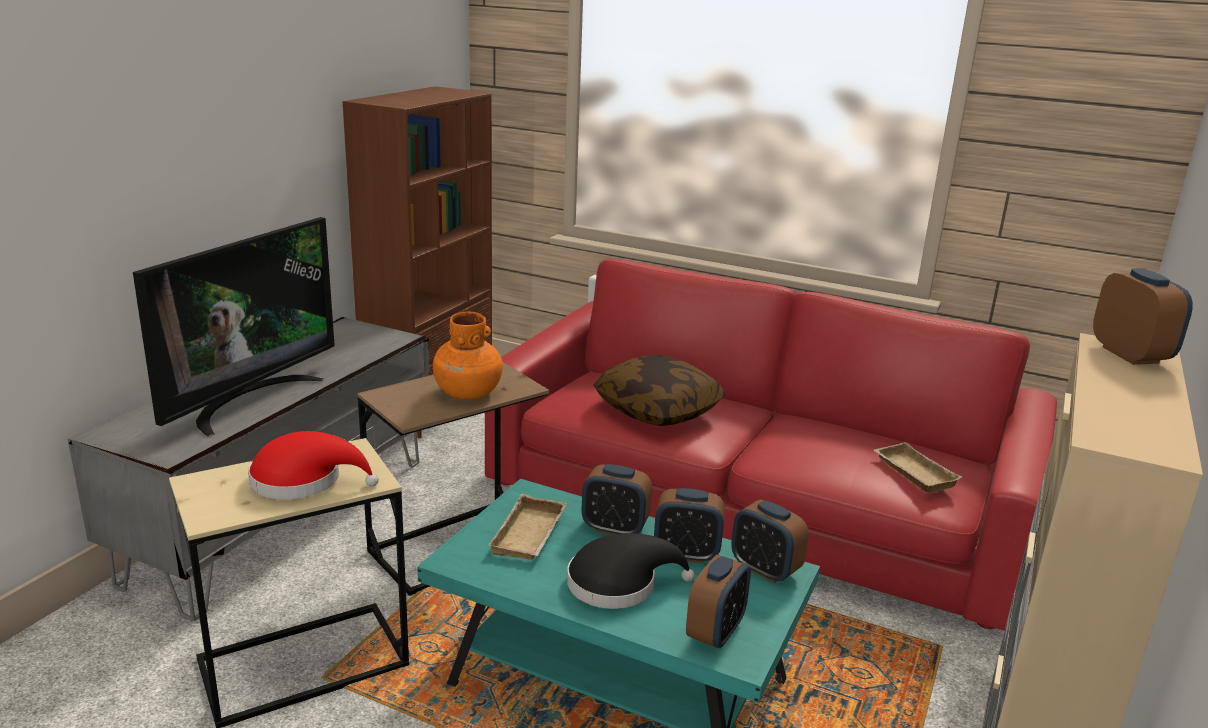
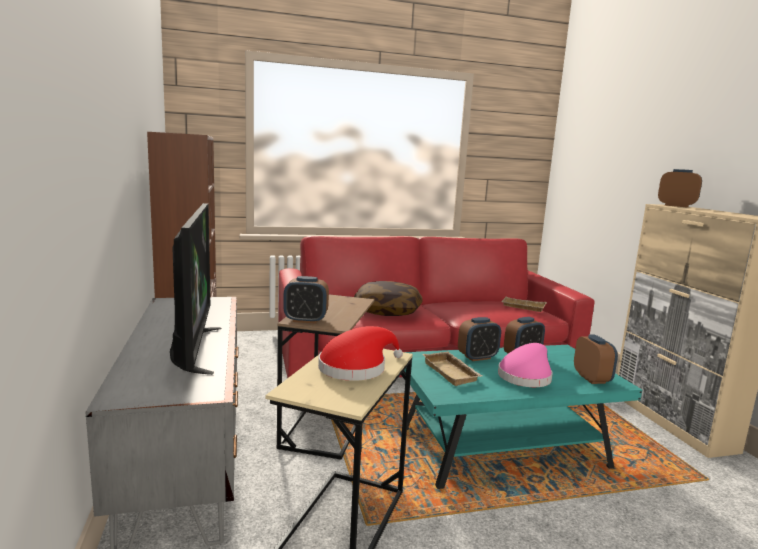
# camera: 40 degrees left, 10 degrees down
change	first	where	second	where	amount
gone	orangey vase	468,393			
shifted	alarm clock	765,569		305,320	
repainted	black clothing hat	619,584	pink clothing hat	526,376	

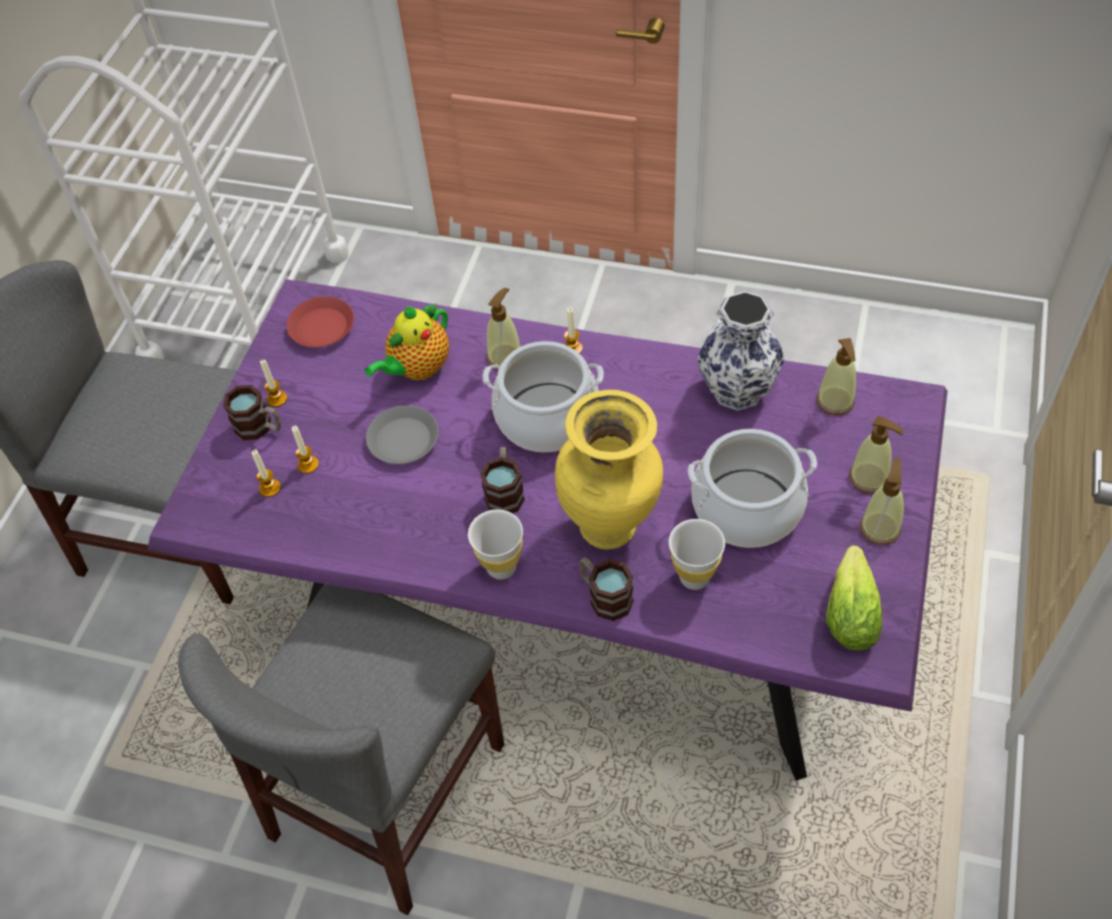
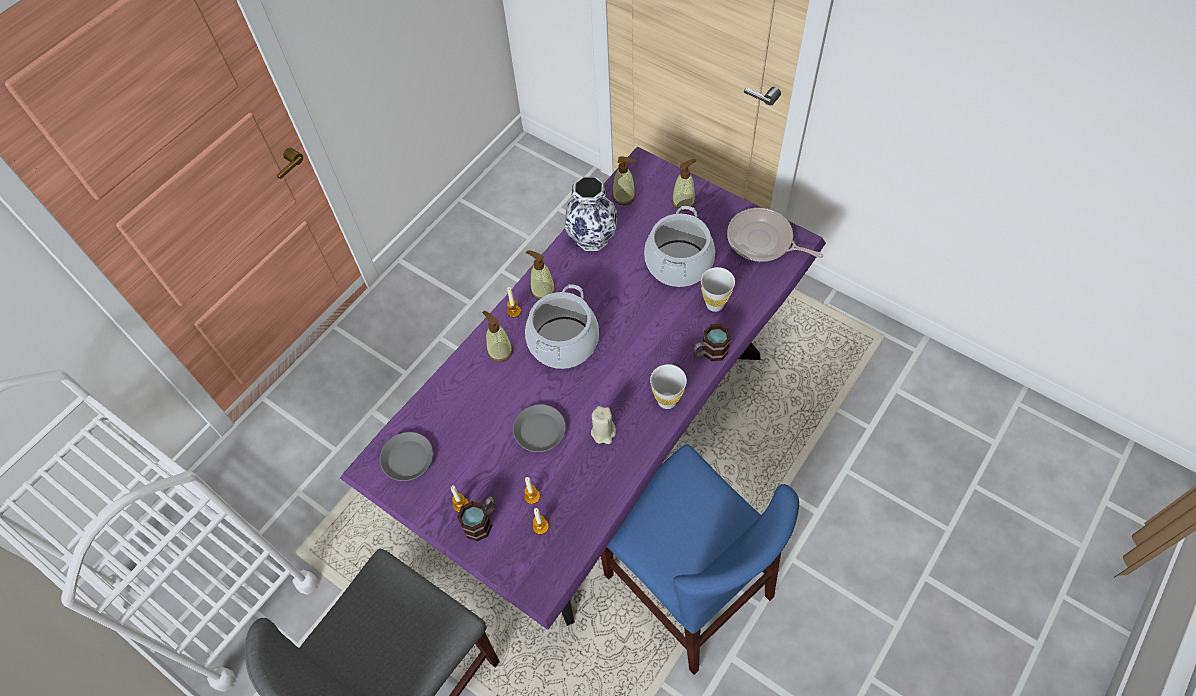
# camera: 70 degrees left, 5 degrees up
change	first	where	second	where	amount
repainted	red dinner plate	321,327	gray dinner plate	407,459	
gone	tea pot	417,369			
gone	yellow-coloured vase	611,528			
gone	coffee mug	505,492			
shifted	soap bottle	880,528		543,290	
swapped	head of lettuce	851,608	skillet	763,241	
repainted	gray plain chair	389,790	bluish plain chair	687,585	
new			sand-coloured wax candle	603,432	

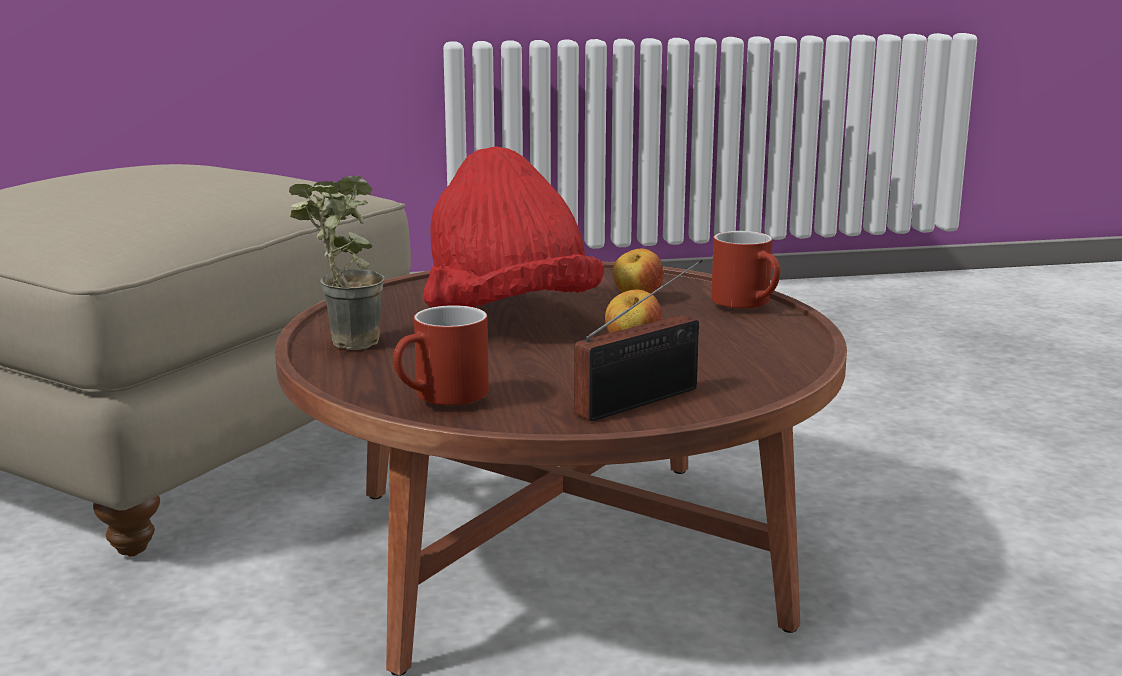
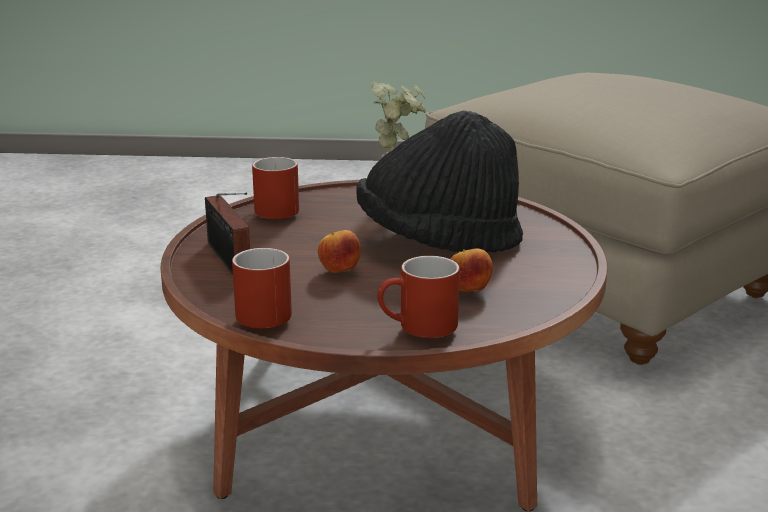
# camera: 105 degrees right, 5 degrees up
change	first	where	second	where	amount
repainted	red clothing hat	508,317	black clothing hat	439,242	
new			red coffee mug	262,311	

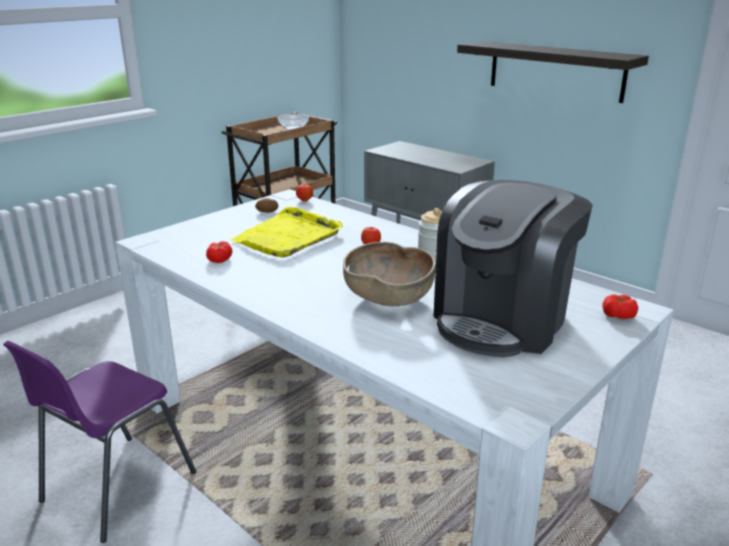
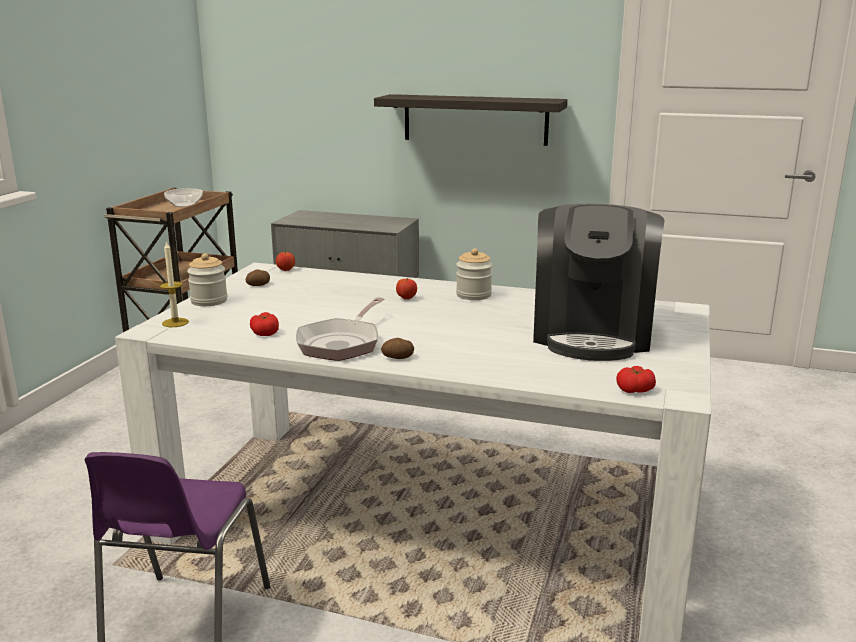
# camera: 25 degrees left, 5 degrees down
change	first	where	second	where	amount
gone	yellow-coloured serving tray	288,236			
gone	brownish bowl	389,298			
shifted	tomato	618,315		635,390	
new			wax candle	175,322	
new			jar	209,301	
new			skillet	342,343	
new			spud	398,358	

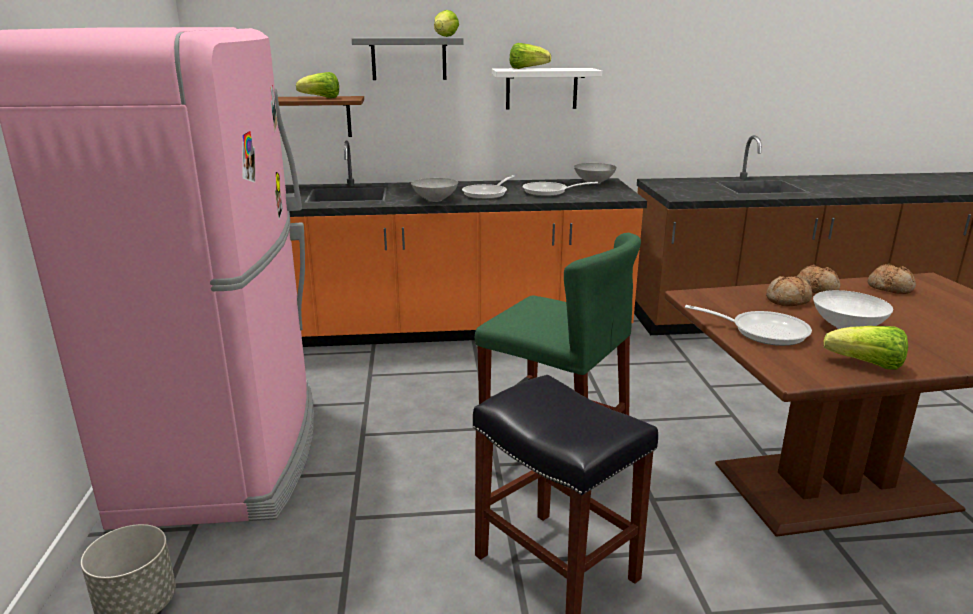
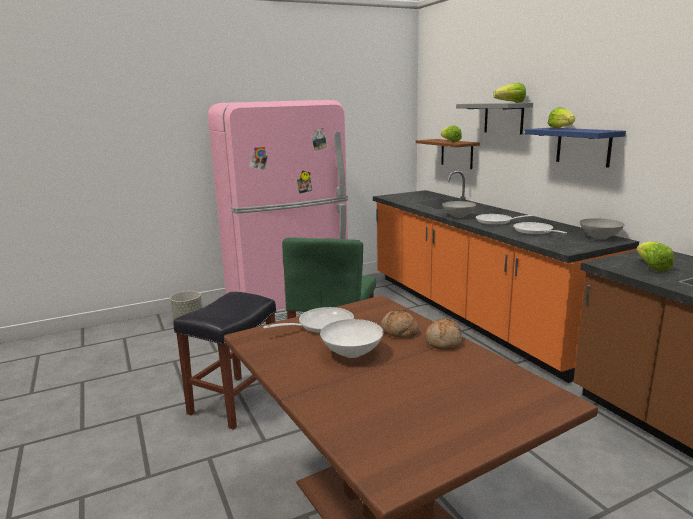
# camera: 70 degrees right, 5 degrees down
change	first	where	second	where	amount
repainted	white shelf	541,88	bluish shelf	583,146	
gone	bread	890,288			
rotated	skillet	762,331		320,325	120 degrees counterclockwise
shifted	head of lettuce	866,364		651,267	

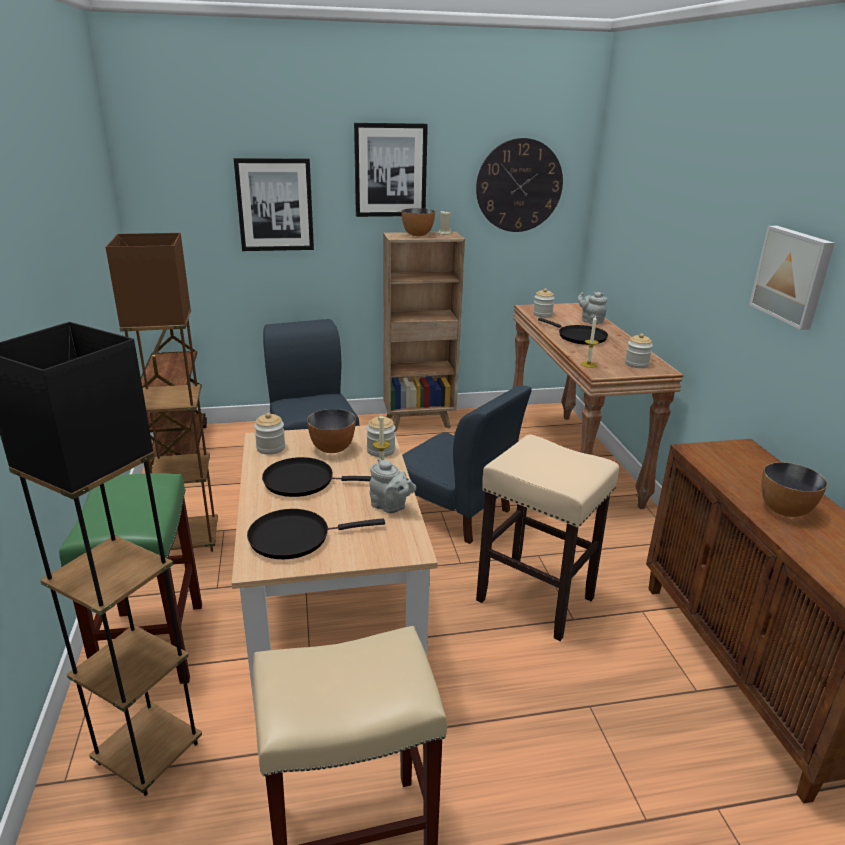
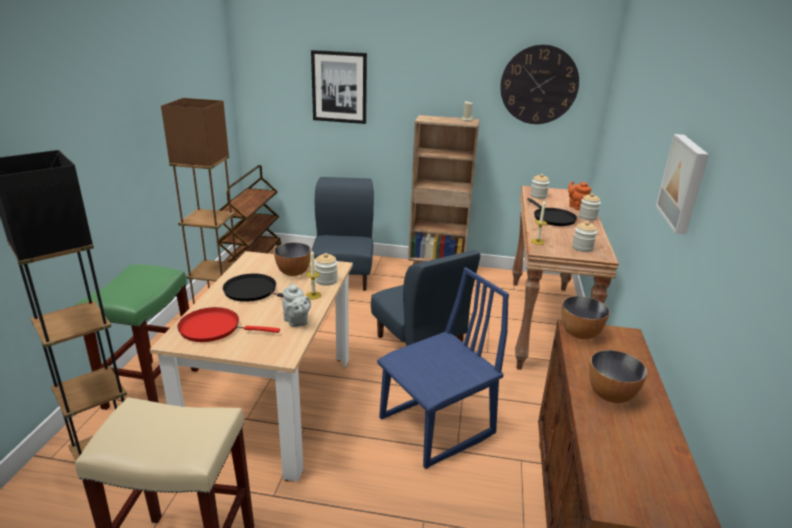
# camera: 20 degrees right, 0 degrees up
change	first	where	second	where	amount
gone	picture	390,170			
shifted	bowl	418,235		580,334	
repainted	gray tea pot	590,321	orangey tea pot	576,207	
shifted	jar	271,448		587,217	
swapped	sand-coloured stool seat	536,599	bluish plain chair	437,427	
repainted	black skillet	295,537	red skillet	214,328	

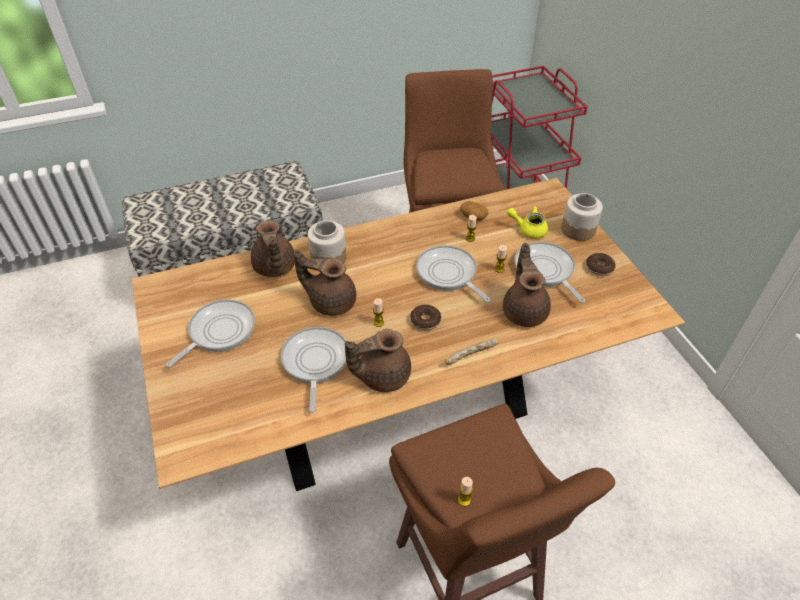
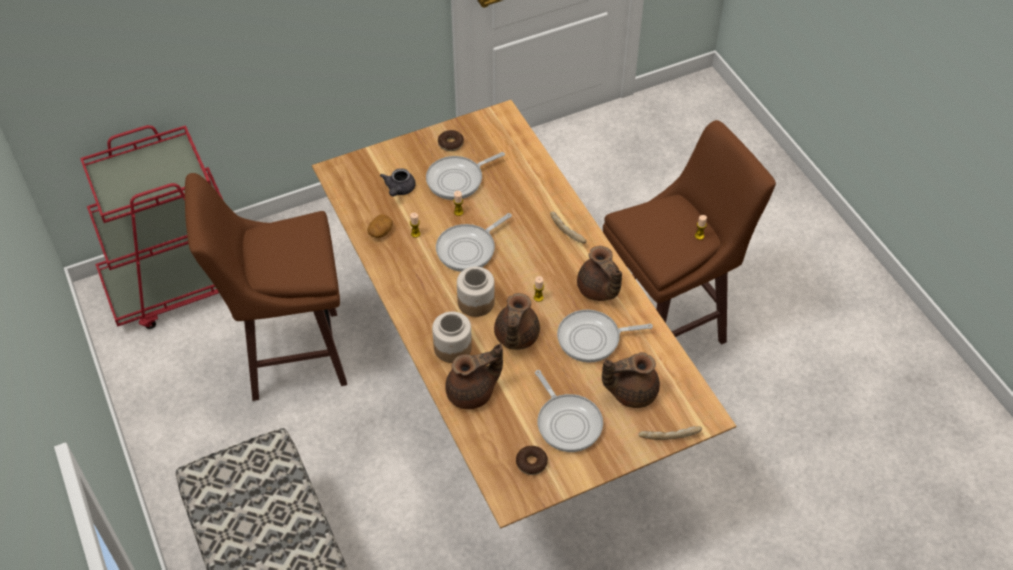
# camera: 95 degrees left, 5 degrees up
change	first	where	second	where	amount
shifted	jar	578,229		475,302	
repainted	yellow-coloured tea pot	528,229	gray tea pot	399,190	
shifted	brownish tea pot	524,311		631,392	
rotated	skillet	219,332		567,422	150 degrees counterclockwise
shifted	donut	425,321		531,463	
new			bread	669,435	

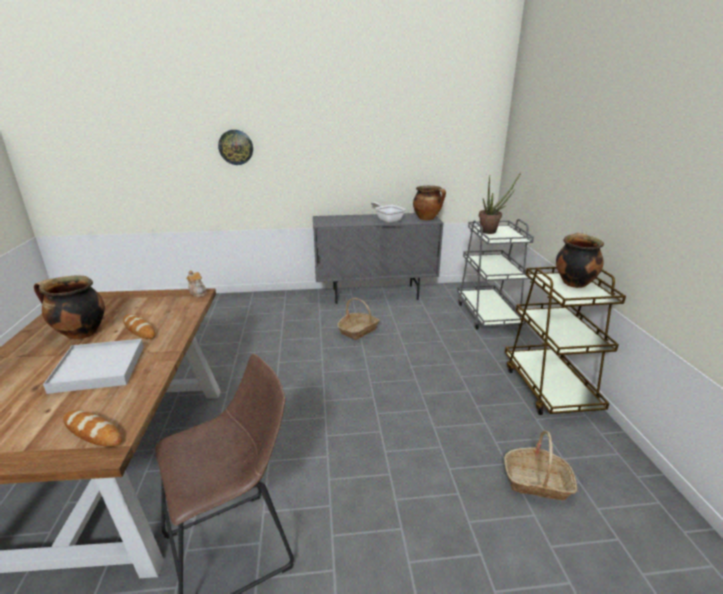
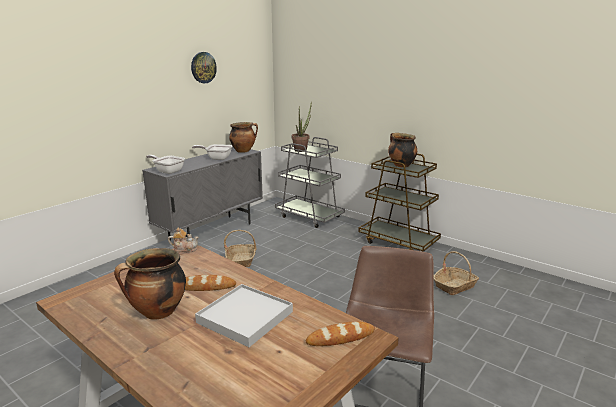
# camera: 45 degrees left, 5 degrees down
change	first	where	second	where	amount
shifted	hanging clock	236,147		203,67	
new			skillet	167,171	

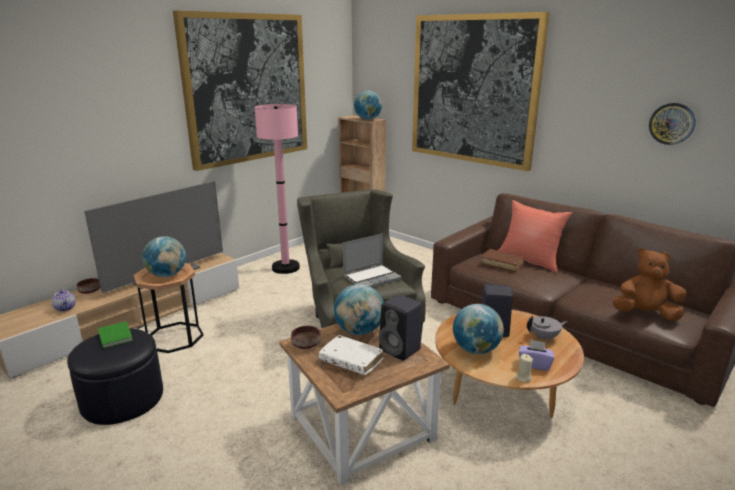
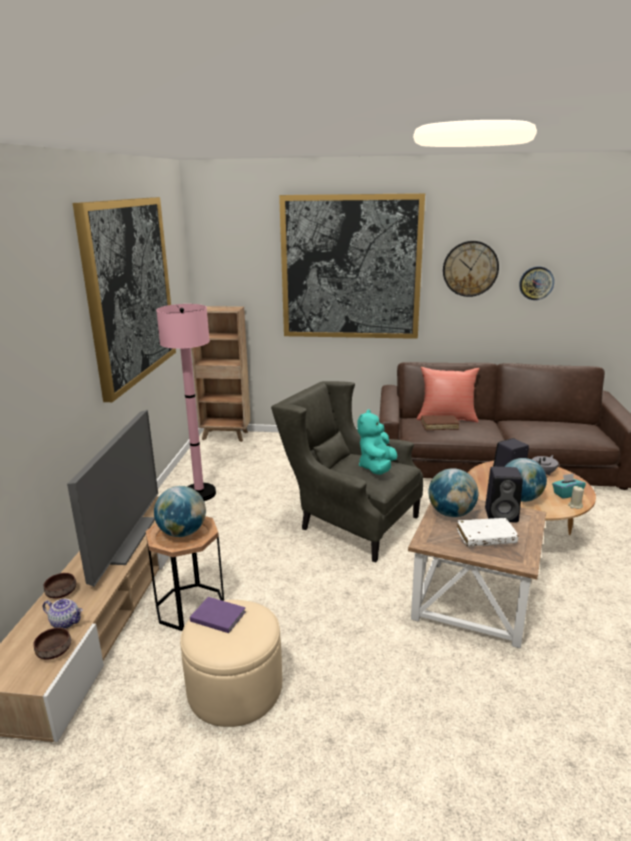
# camera: 35 degrees left, 0 degrees up
change	first	where	second	where	amount
gone	globe	368,119			
swapped	laptop	372,278	turquoise soft toy	377,468	
gone	brownish soft toy	645,314			
repainted	green-coloured book	116,335	purple book	217,615	
shifted	brownish bowl	305,344		53,651	
repainted	black footrest	122,399	sand-coloured footrest	235,688	
repainted	purple box of tissues	534,364	turquoise box of tissues	566,494	
new			hanging clock	470,268	

